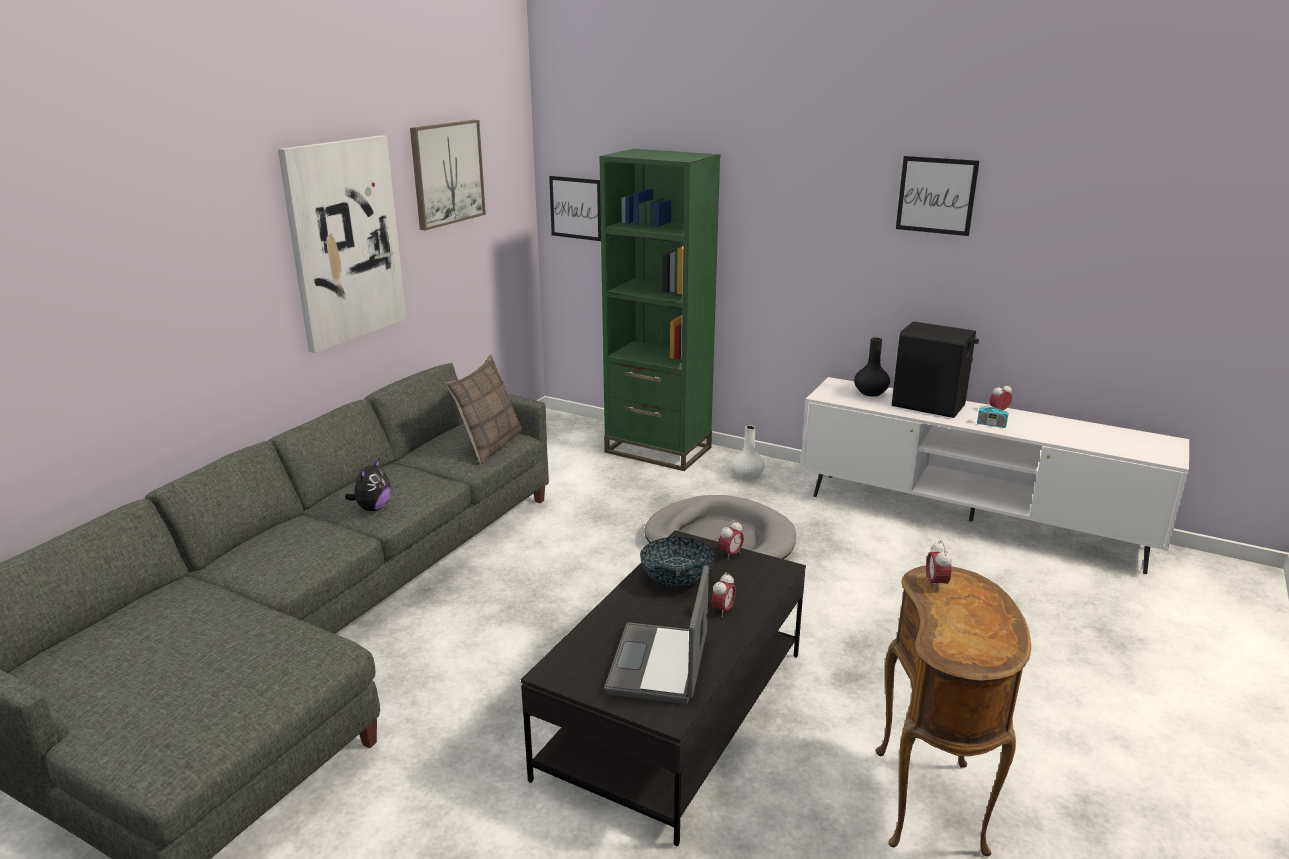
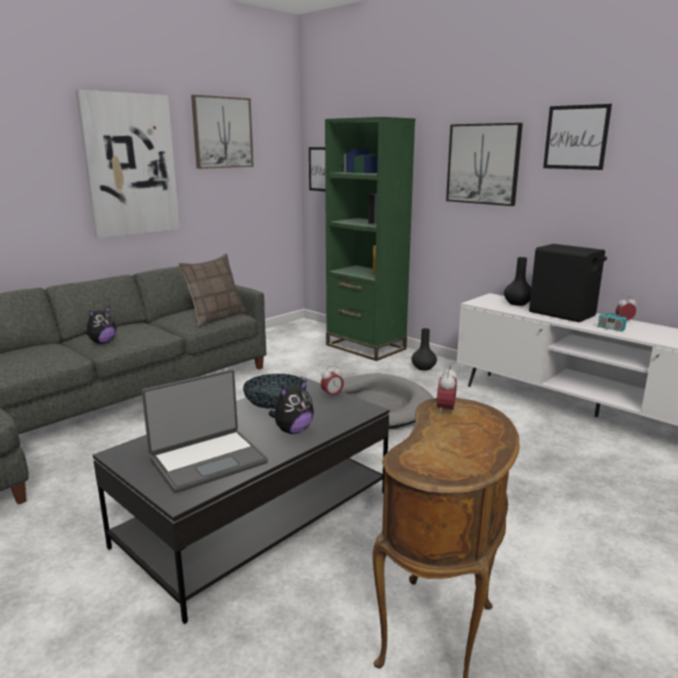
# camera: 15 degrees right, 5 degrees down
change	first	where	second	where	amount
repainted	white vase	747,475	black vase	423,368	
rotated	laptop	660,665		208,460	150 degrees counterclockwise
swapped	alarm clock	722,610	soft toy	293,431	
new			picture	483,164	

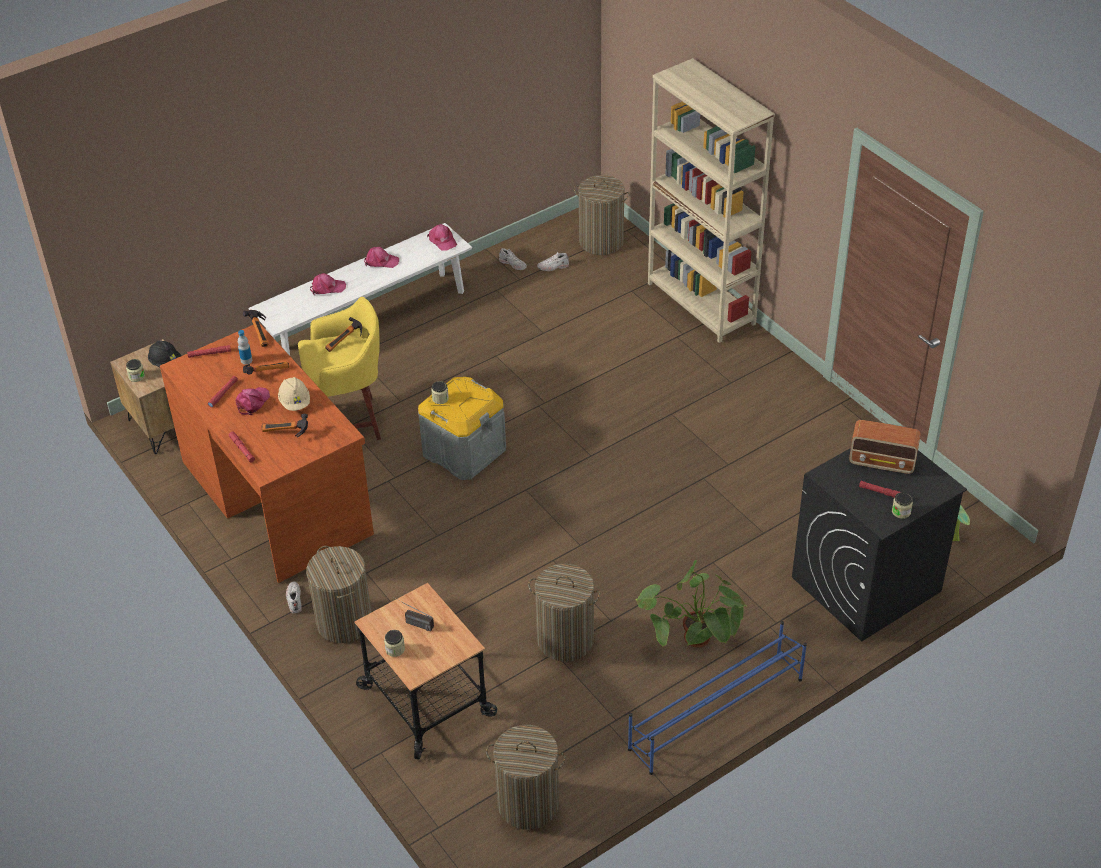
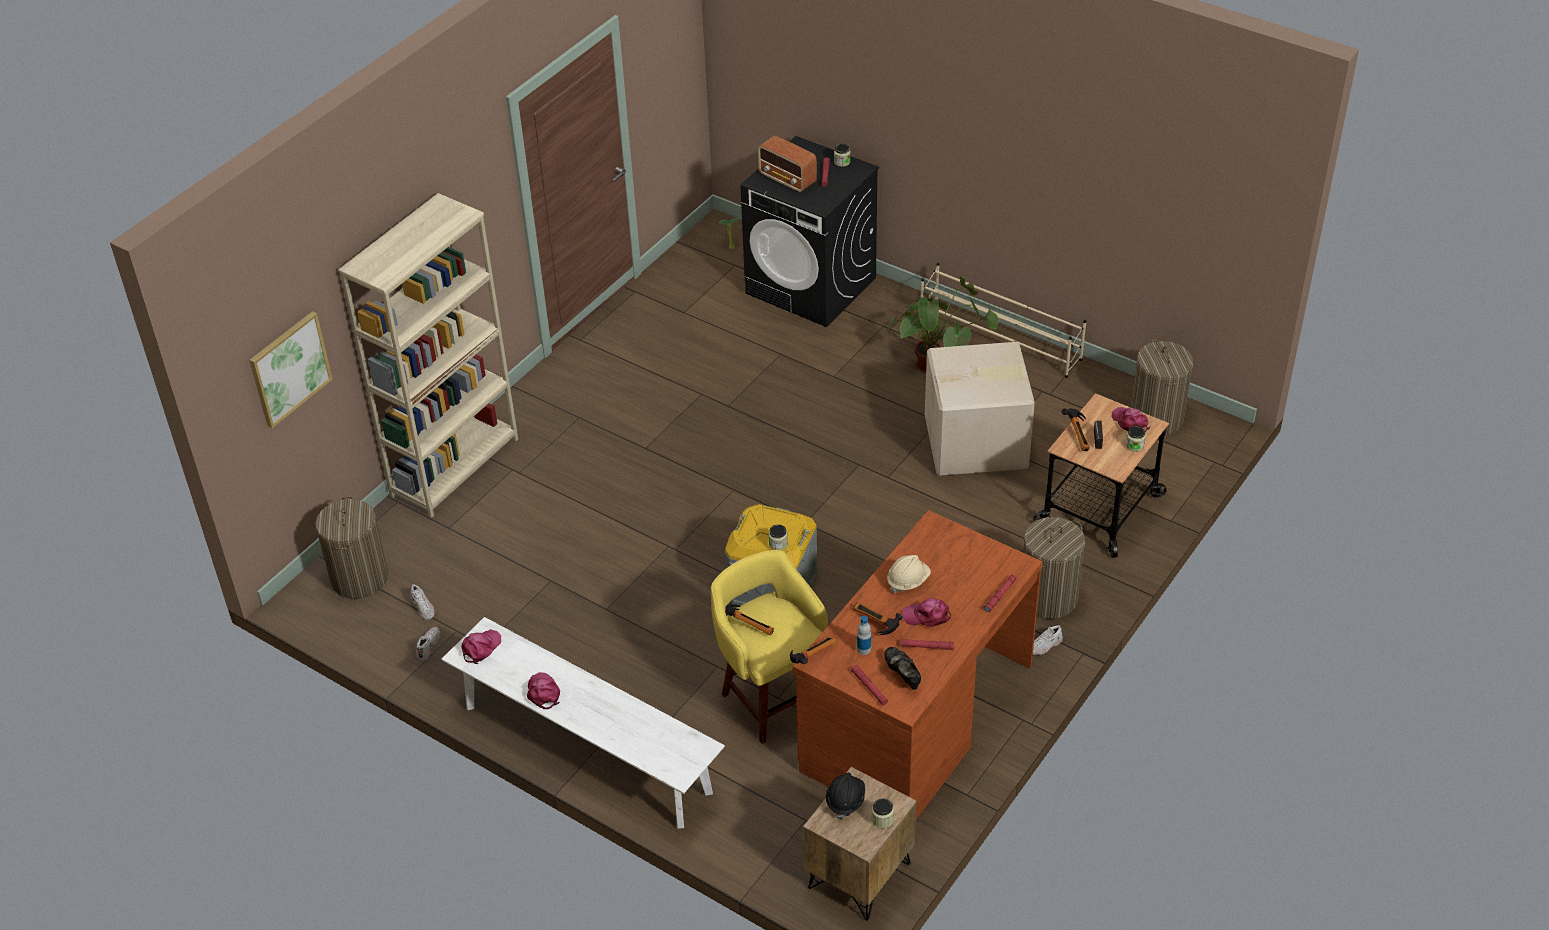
# camera: 110 degrees left, 0 degrees up
change	first	where	second	where	amount
shifted	pink peaked cap	327,288		1130,422	
shifted	hammer	285,434		1080,435	
rotated	radio	882,462		788,179	135 degrees clockwise
swapped	hamper	565,640	packing box	977,443	
repainted	bluish shoe rack	715,714	sand-coloured shoe rack	1000,339	
new			picture	289,368	
new			black shoe	902,674	

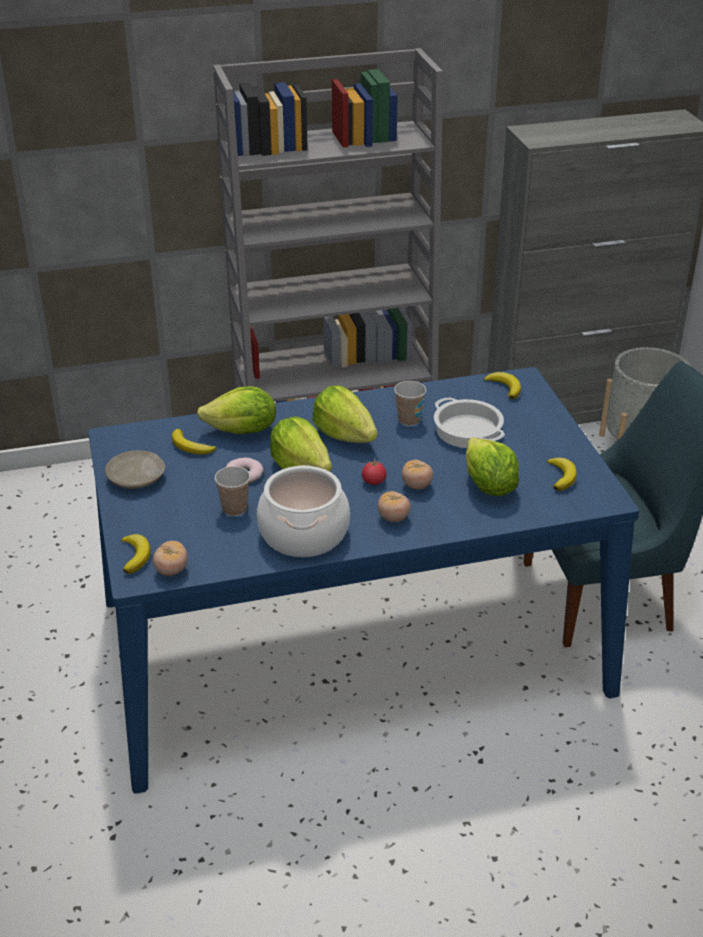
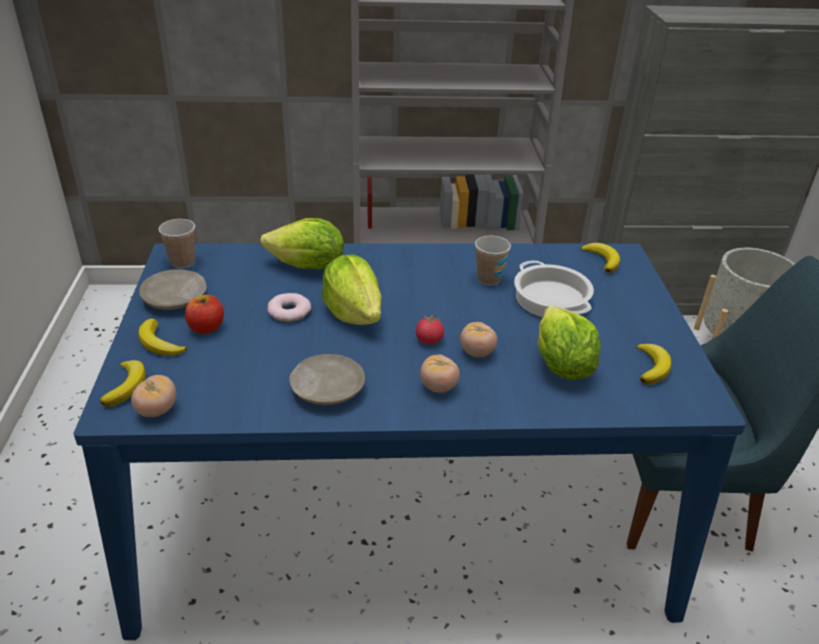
# camera: 10 degrees right, 0 degrees up
change	first	where	second	where	amount
gone	head of lettuce	344,435			
shifted	banana fruit	191,447		159,343	
swapped	cooking pot	303,533	sand-coloured dinner plate	327,389	
shifted	cup	234,509		182,262	
new			apple	206,327	

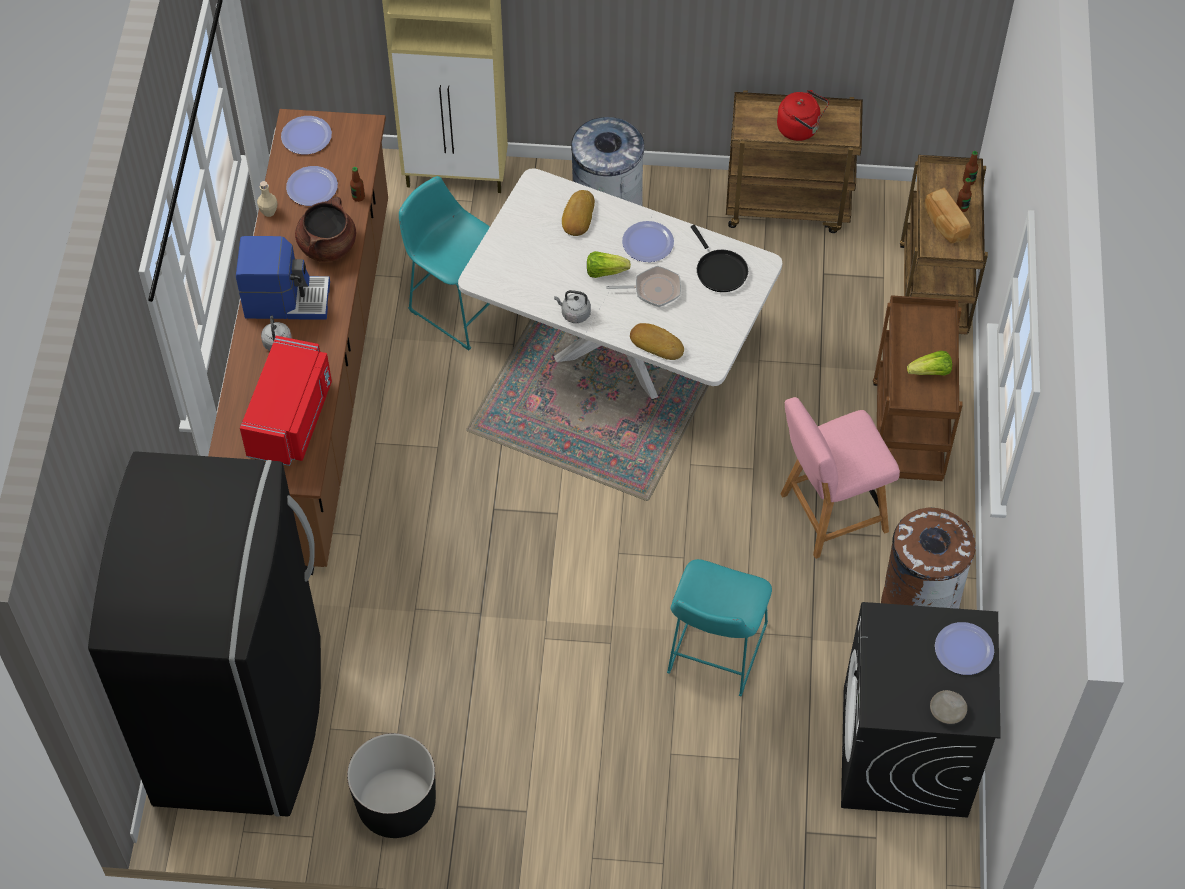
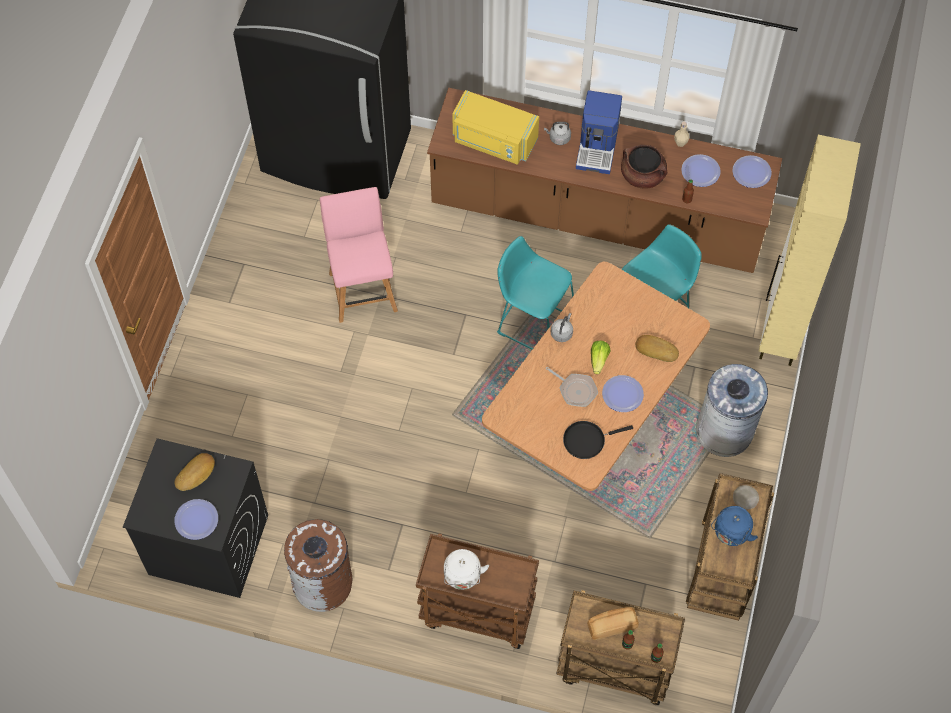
# camera: 100 degrees right, 5 degrees up
change	first	where	second	where	amount
repainted	red tea kettle	800,129	bluish tea kettle	730,534	
repainted	white dinner table	619,351	brownish dinner table	590,417	
rotated	skillet	653,290		575,390	60 degrees counterclockwise
shifted	bread	657,343		196,474	
repainted	red microwave oven	292,418	yellow-coloured microwave oven	493,141	
swapped	head of lettuce	930,372	white tea kettle	463,577	
shifted	pink plain chair	828,514		362,288	
shifted	turquoise stool seat	714,653		533,323	
shifted	sand-coloured dinner plate	948,710		745,499	
gone	black plant pot	396,805			

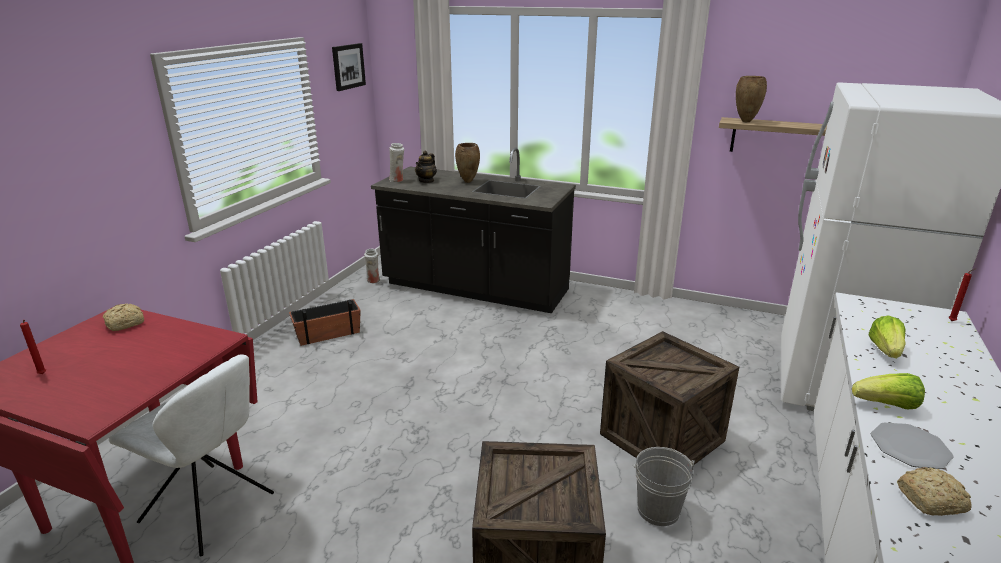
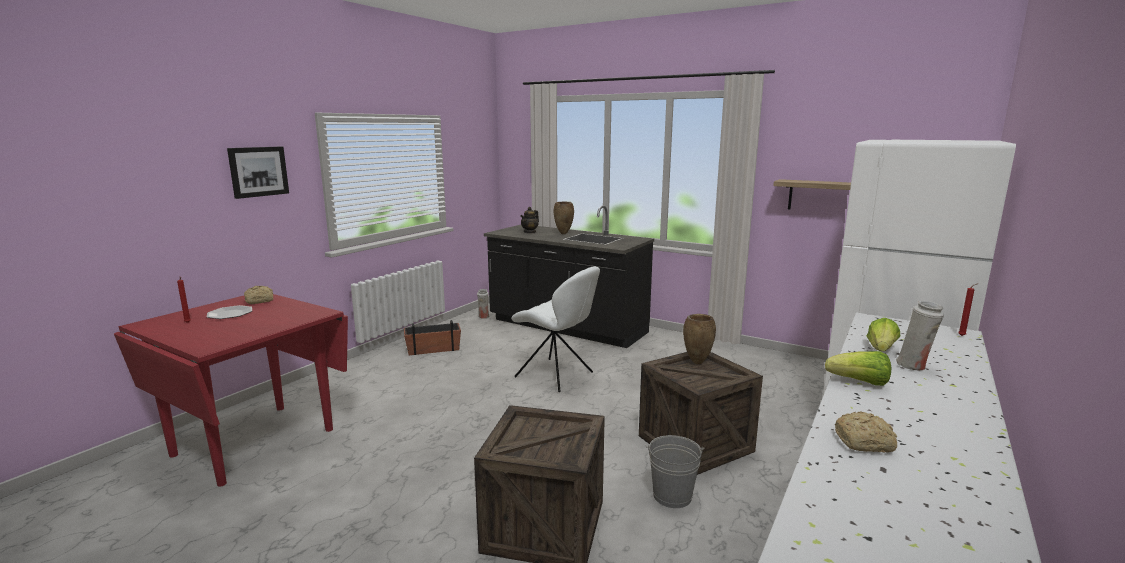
# camera: 10 degrees right, 10 degrees down
change	first	where	second	where	amount
shifted	picture	348,66		258,171	
shifted	brownish vase	745,121		696,362	
shifted	white vase	397,180		914,366	
shifted	white plain chair	211,509		556,375	
shifted	dinner plate	909,447		230,313	

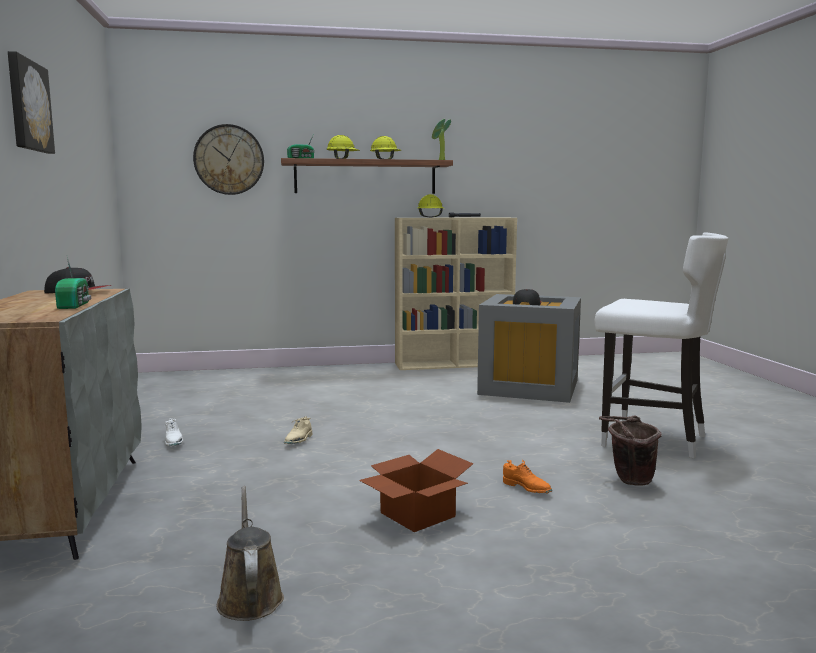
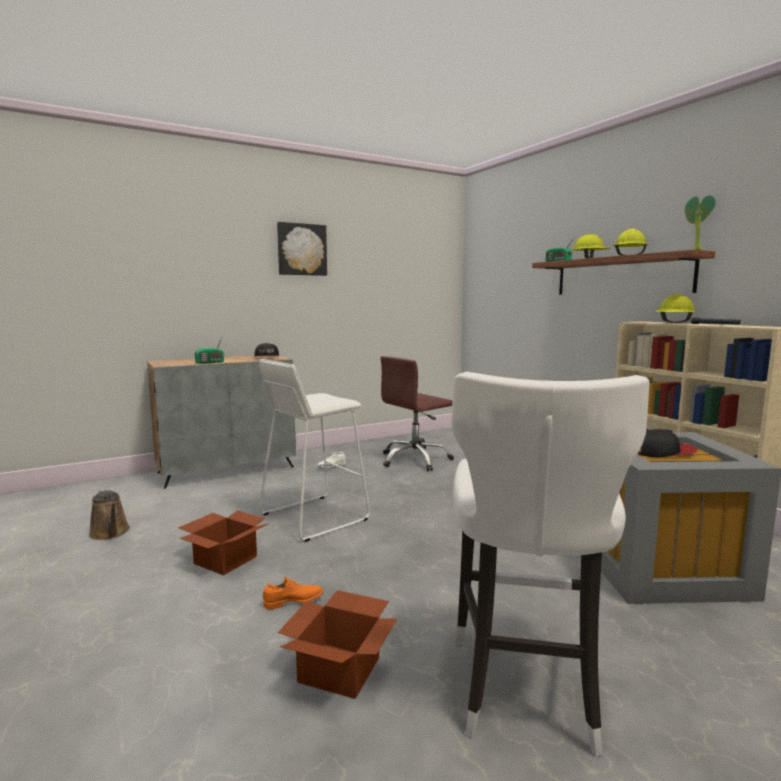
# camera: 70 degrees right, 0 degrees up
change	first	where	second	where	amount
gone	hanging clock	229,159			
gone	sand-coloured shoe	298,440			
swapped	brownish pail	628,480	packing box	341,668	
rotated	orangey shoe	526,488		293,601	135 degrees counterclockwise
rotated	brownish watering pot	249,597		110,533	90 degrees clockwise
new			brownish office chair	415,460	
new			white stool seat	313,517	

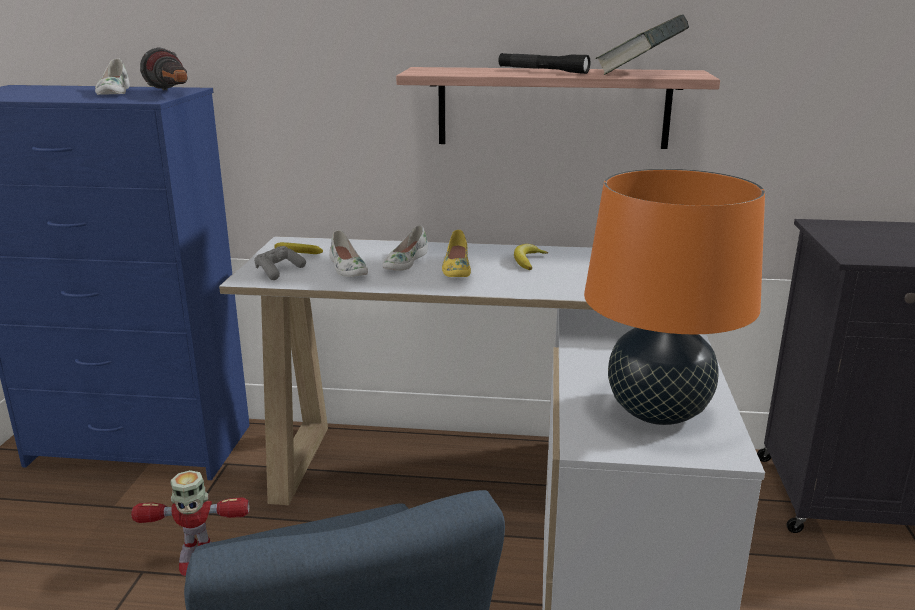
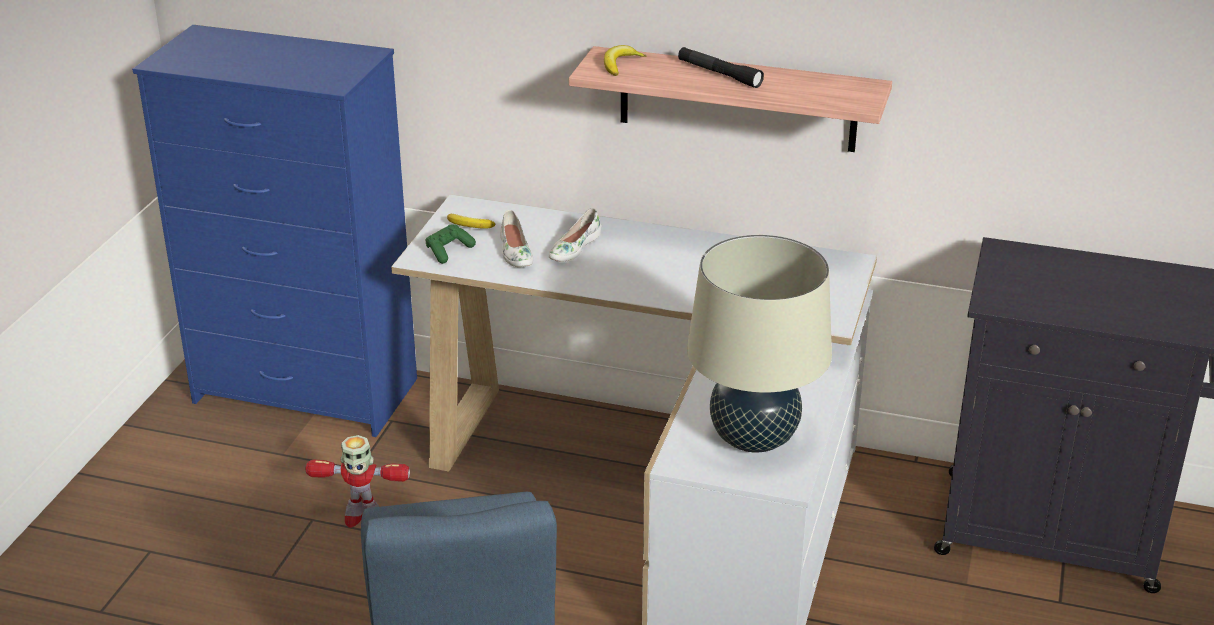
# camera: 10 degrees right, 10 degrees up
change	first	where	second	where	amount
gone	book	639,73			
gone	hand torch	173,94			
gone	white shoe	113,92			
repainted	orangey table lamp	658,412	sand-coloured table lamp	754,439	
gone	yellow-coloured shoe	456,268			
shifted	banana fruit	528,261		620,65	
repainted	gray gamepad	279,271	green-coloured gamepad	448,251	

